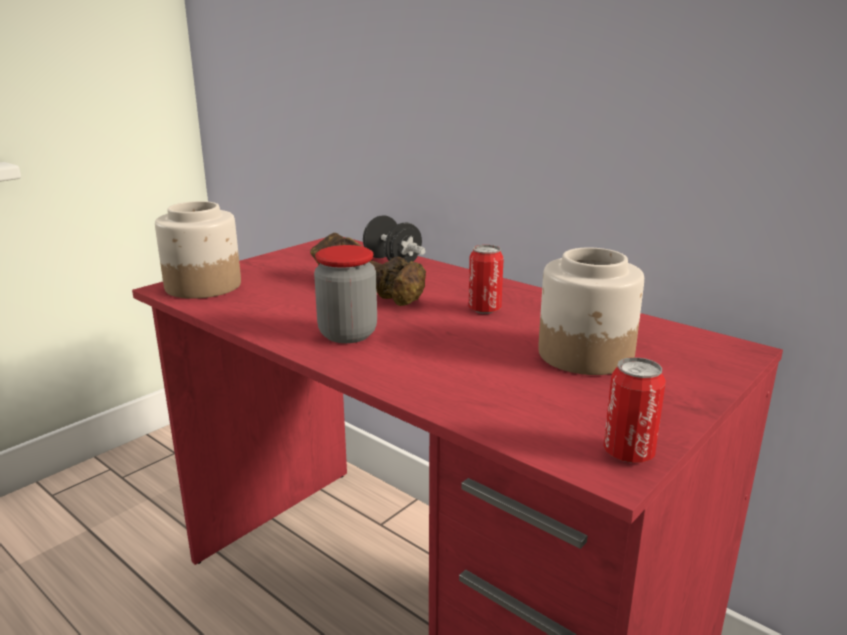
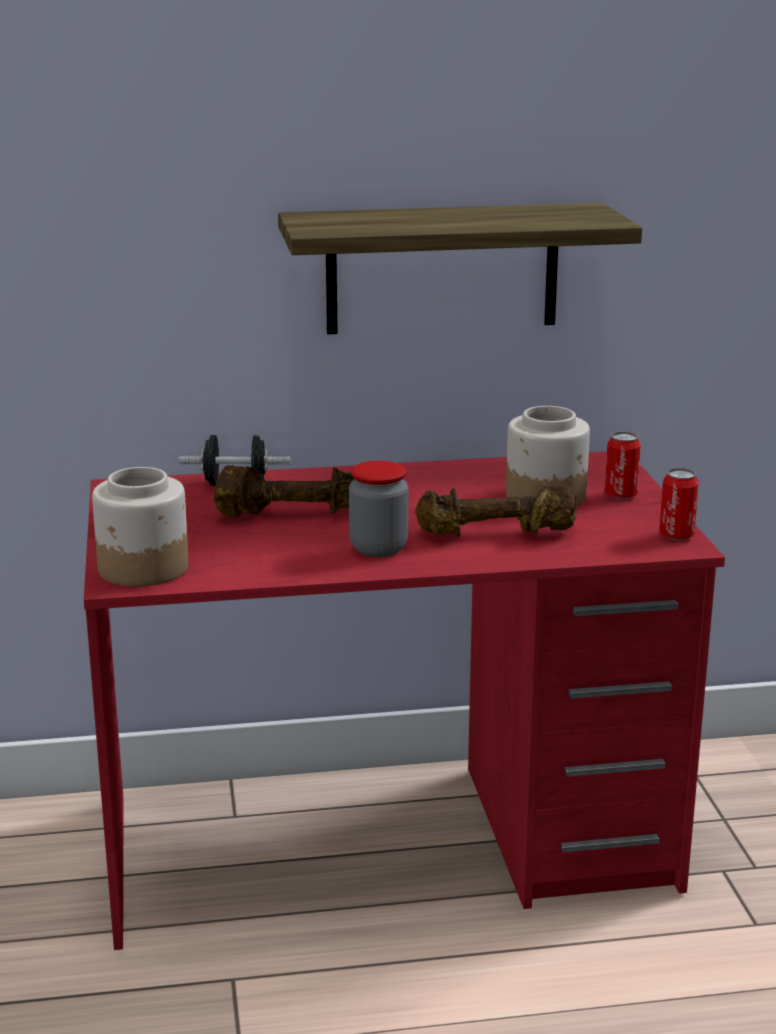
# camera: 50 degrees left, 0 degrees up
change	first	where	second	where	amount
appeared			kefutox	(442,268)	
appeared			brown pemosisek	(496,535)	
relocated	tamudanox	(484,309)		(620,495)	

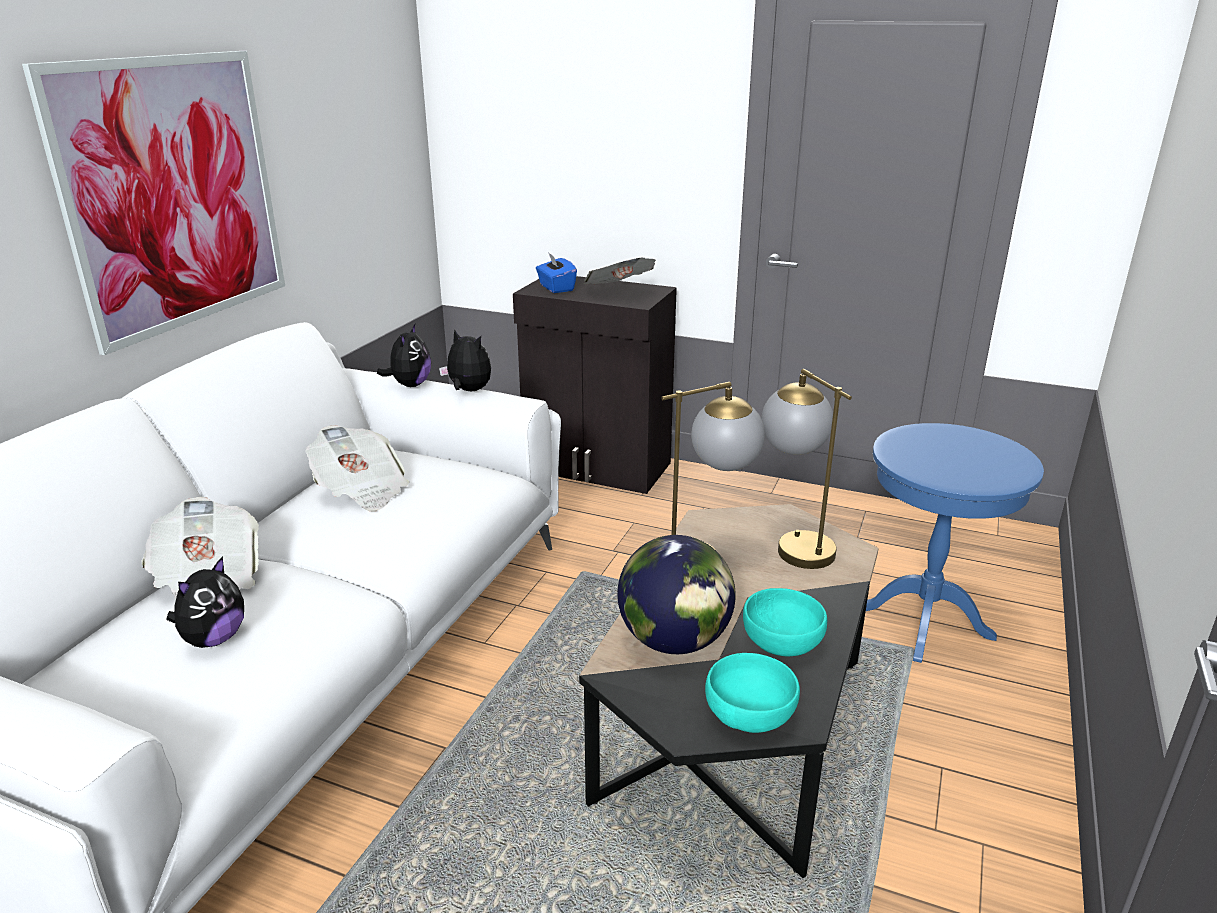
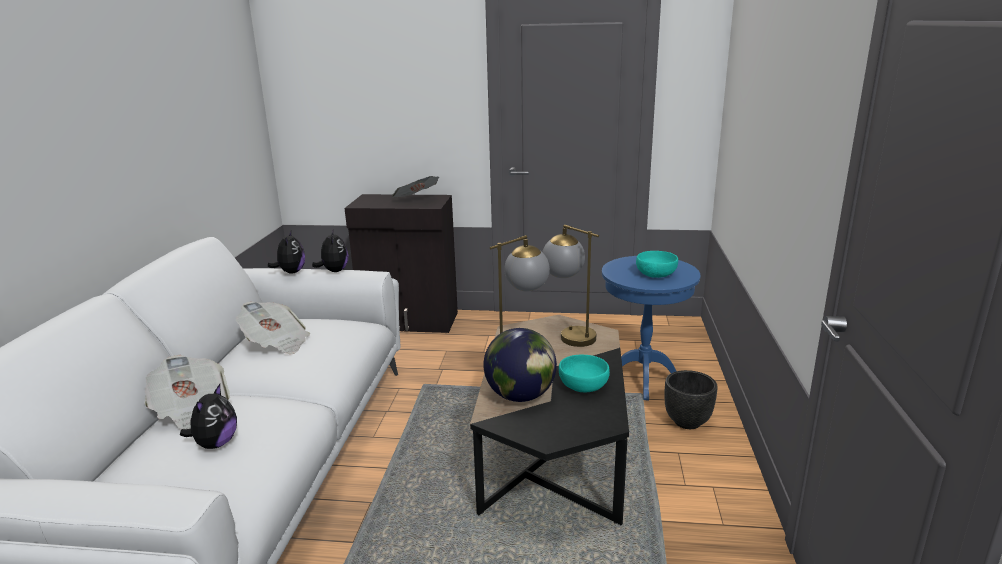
# camera: 15 degrees left, 5 degrees down
change	first	where	second	where	amount
missing	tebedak	(174,194)			
missing	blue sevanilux	(556,288)			
appeared			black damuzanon	(687,422)	
relocated	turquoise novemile	(751,714)		(656,274)	
spun	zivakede	(468,391)		(334,271)	60 degrees clockwise

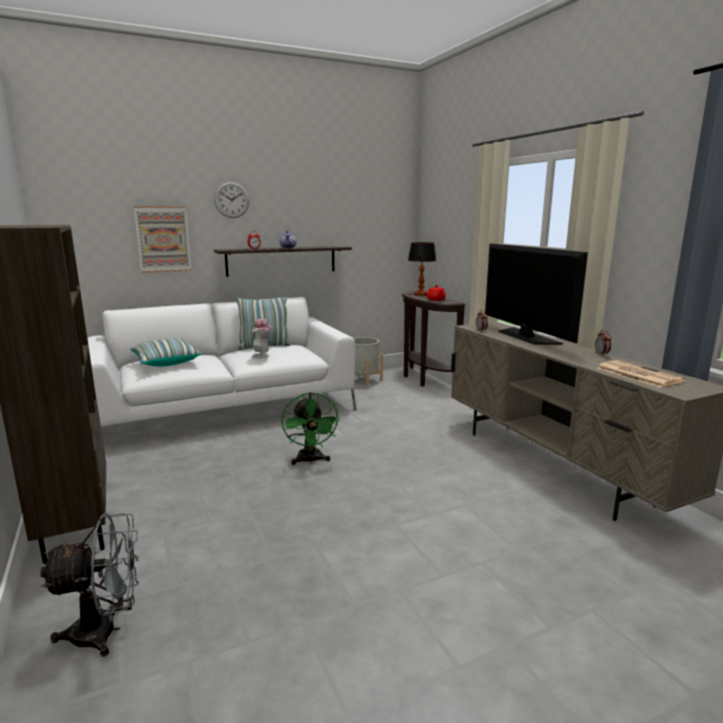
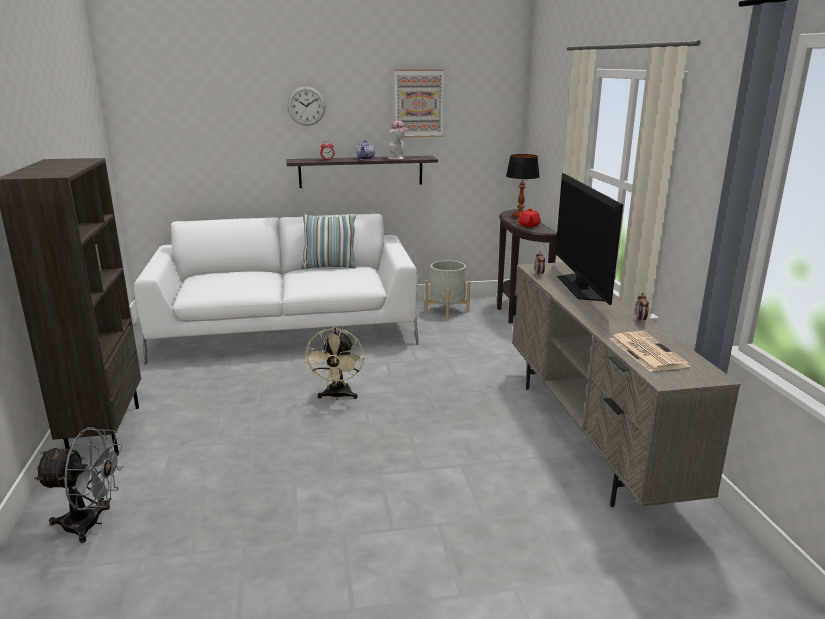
# camera: 15 degrees right, 5 degrees up
change	first	where	second	where	amount
missing	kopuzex	(166,362)			
relocated	tebedak	(163,239)		(418,103)	
relocated	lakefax	(263,356)		(398,158)	
colour	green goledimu	(310,461)	beige goledimu	(337,396)	

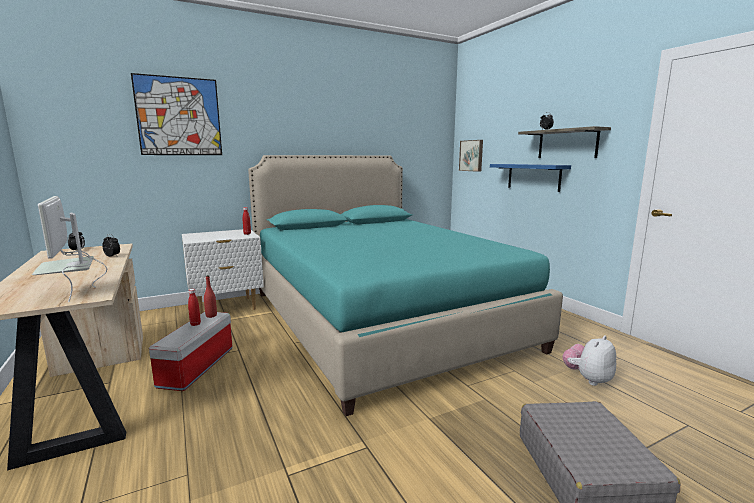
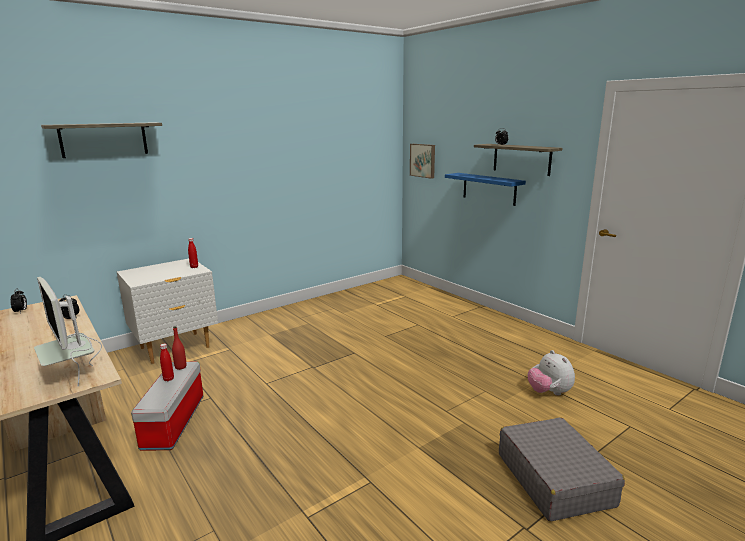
# camera: 10 degrees left, 5 degrees up
change	first	where	second	where	amount
missing	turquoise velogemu	(380,319)			
exchanged	tebedak	(179,116)	kefutox	(104,139)	
spun	zivakede	(588,379)		(549,392)	60 degrees counterclockwise

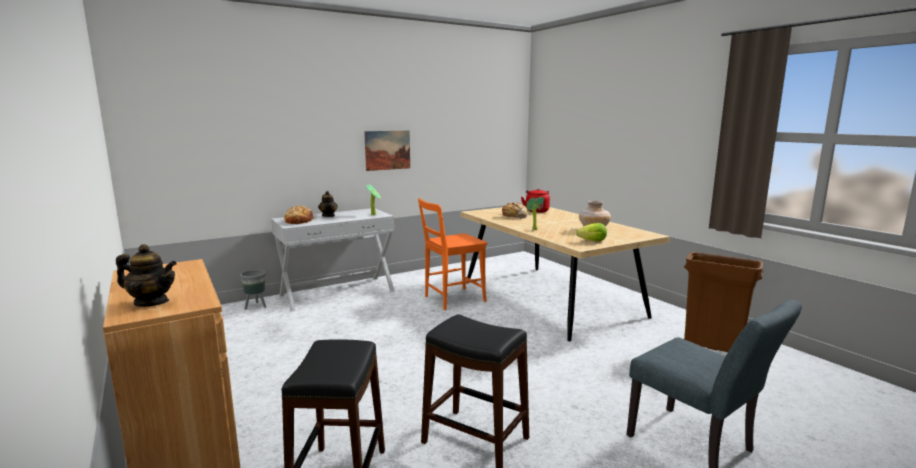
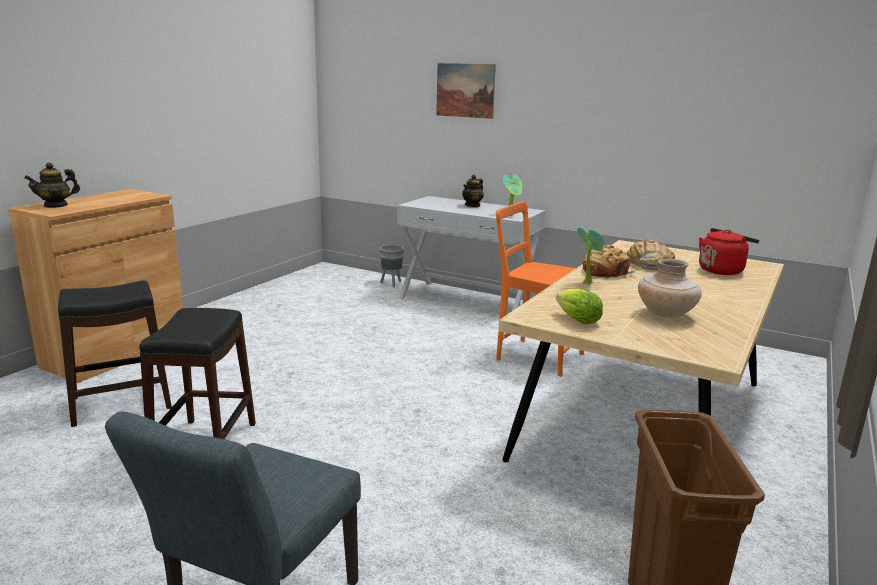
# camera: 60 degrees right, 5 degrees up
change	first	where	second	where	amount
relocated	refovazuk	(299,221)		(605,272)	
relocated	tebedak	(387,150)		(465,90)	
spun	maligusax	(151,302)		(56,205)	75 degrees clockwise

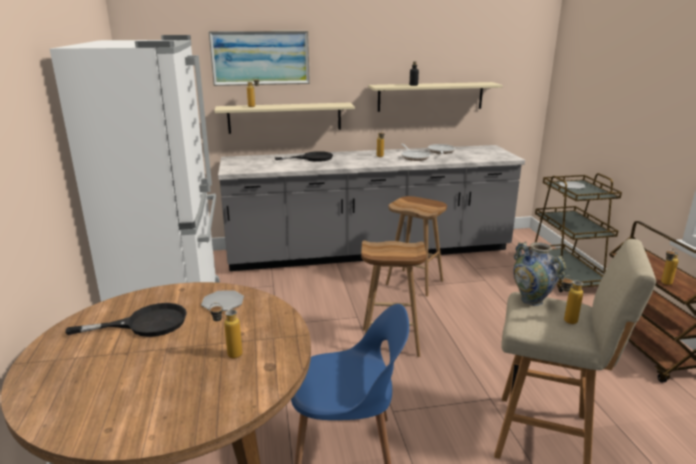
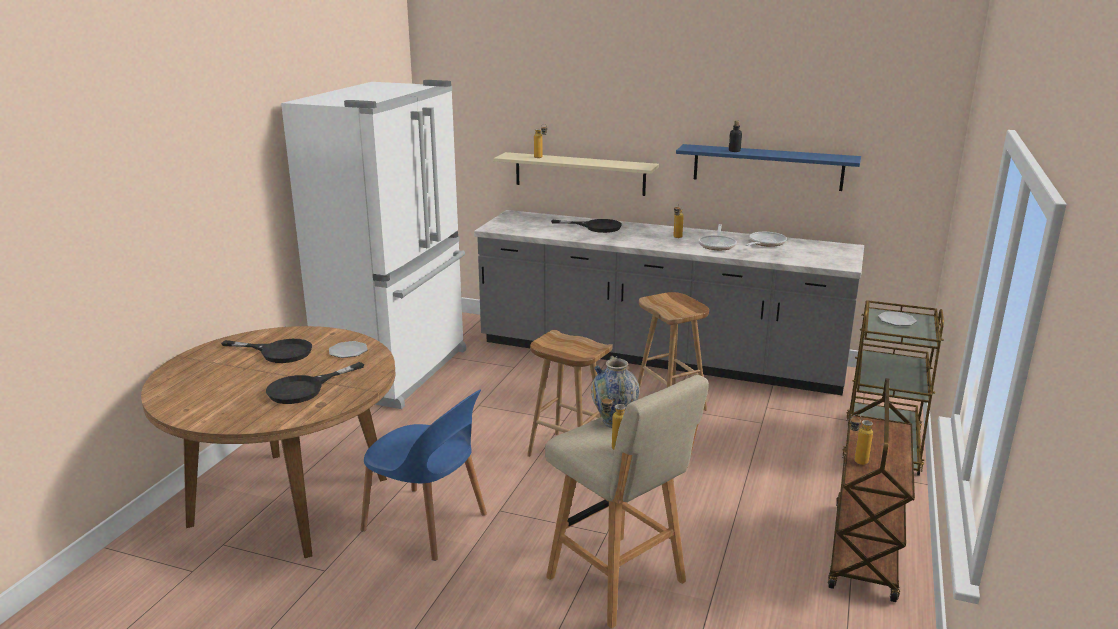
# camera: 30 degrees right, 0 degrees up
change	first	where	second	where	amount
missing	tebedak	(260,58)			
exchanged	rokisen	(228,355)	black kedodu	(304,388)	
colour	beige kefutox	(430,96)	blue kefutox	(767,167)	

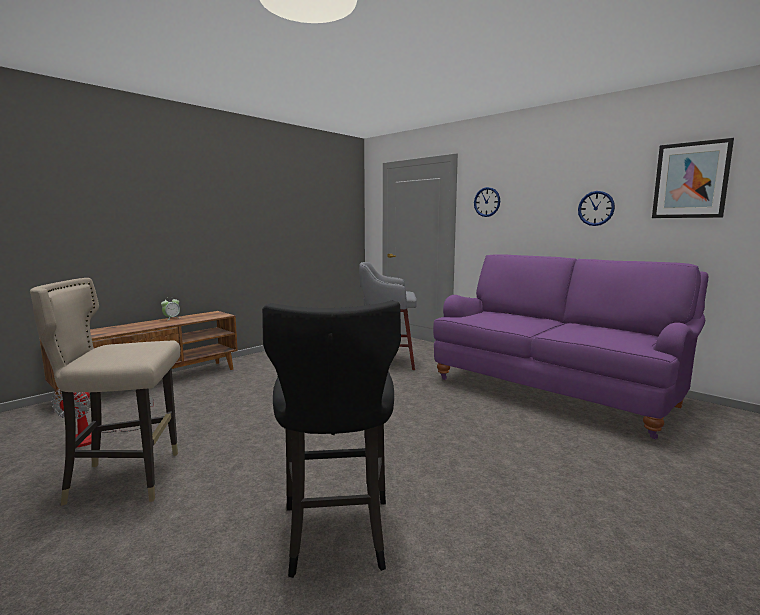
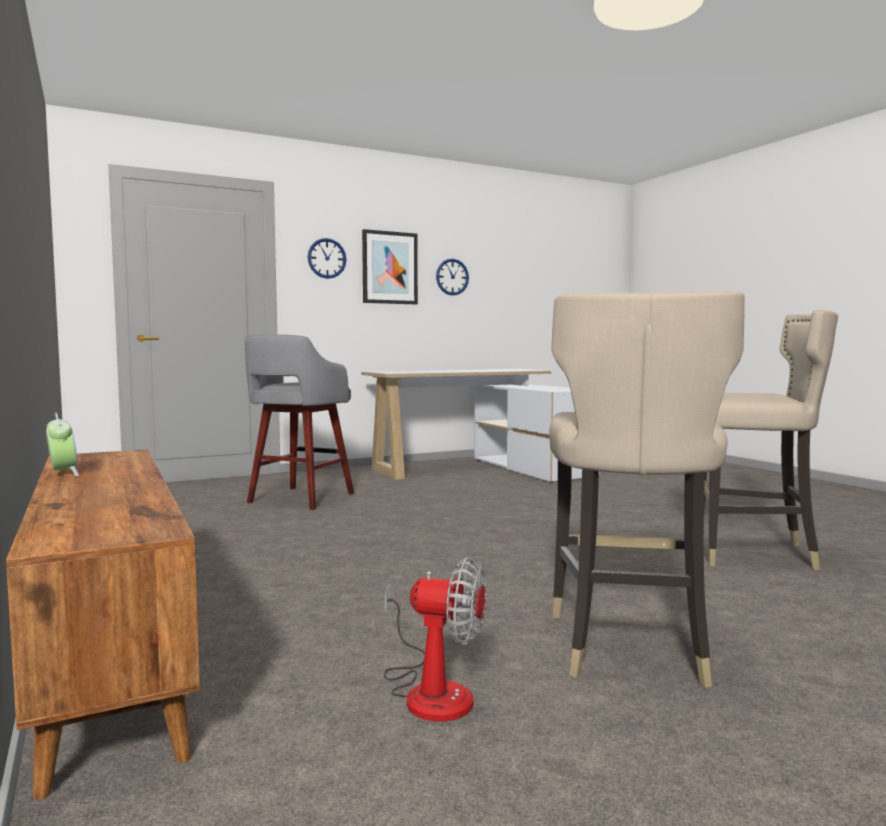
# camera: 70 degrees left, 5 degrees down
change	first	where	second	where	amount
relocated	tebedak	(690,180)		(389,268)	
exchanged	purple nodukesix	(554,390)	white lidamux	(483,469)	
colour	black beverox	(336,533)	beige beverox	(750,554)	

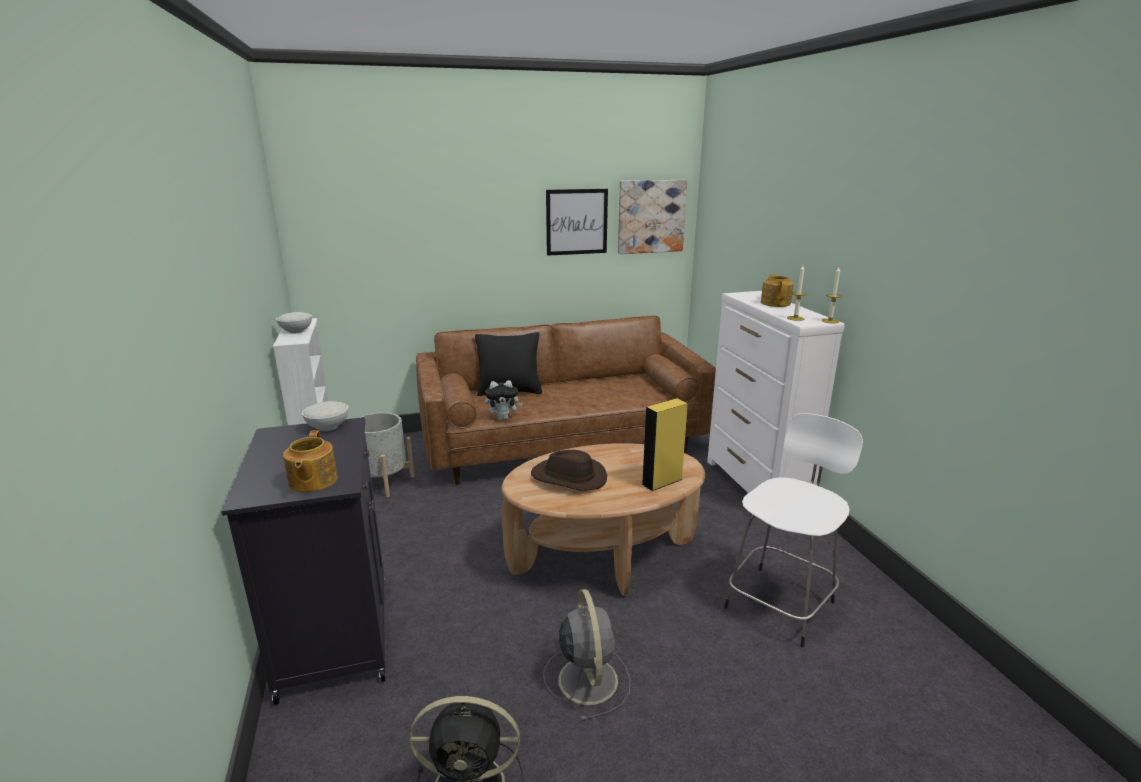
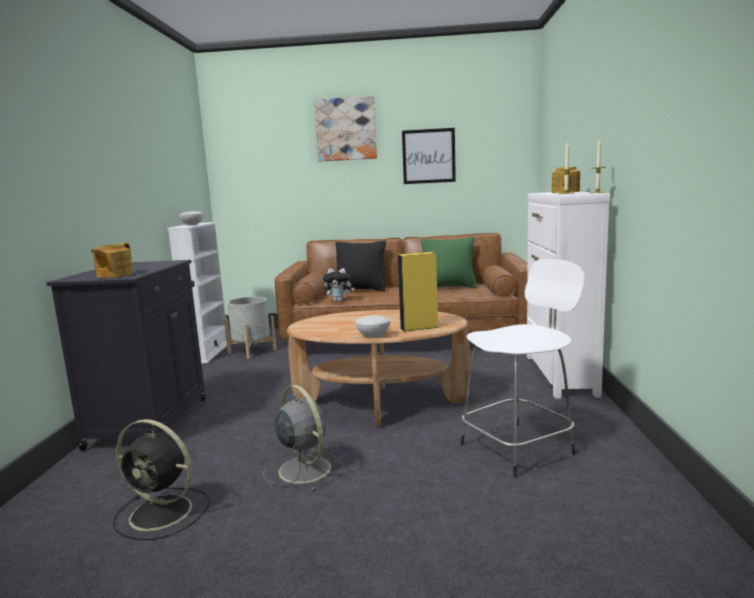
# camera: 20 degrees right, 10 degrees down
change	first	where	second	where	amount
missing	brown lakefax	(569,478)			
appeared			green kopuzex	(449,287)	
relocated	white novemile	(328,426)		(373,335)	
relocated	tebedak	(651,216)		(346,129)	
spun	grey goledimu	(587,678)		(303,469)	45 degrees counterclockwise

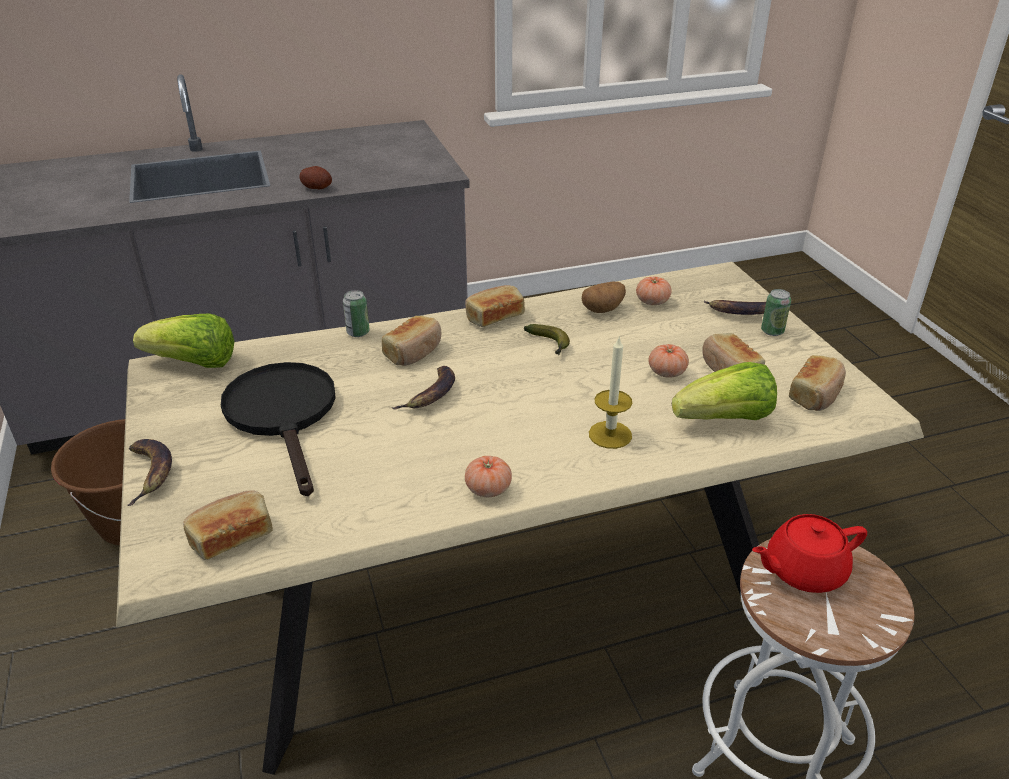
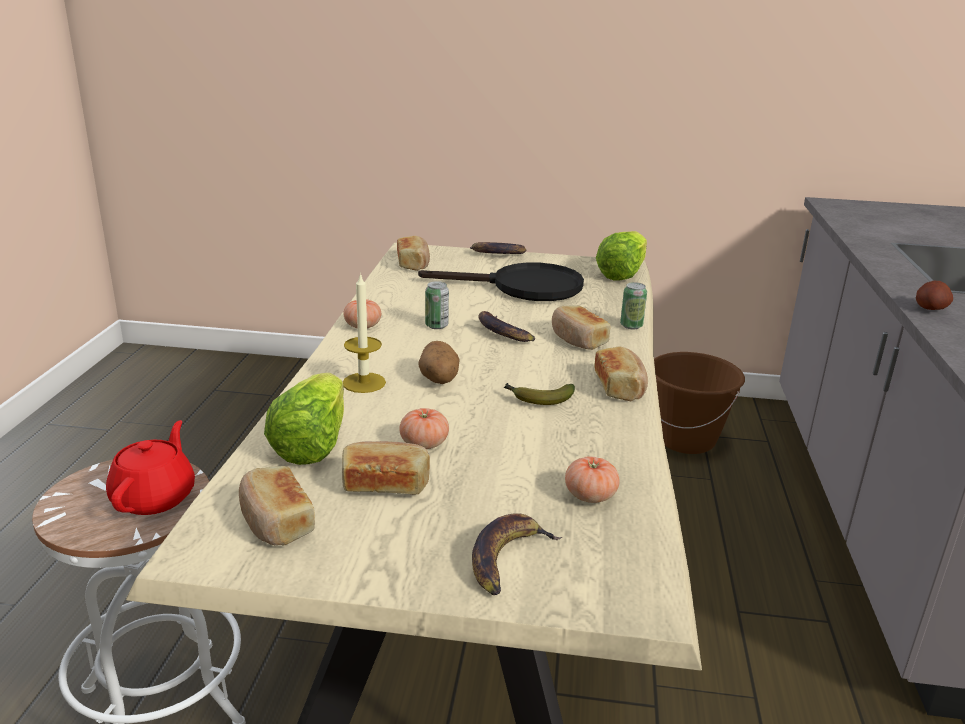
# camera: 115 degrees right, 10 degrees down
change	first	where	second	where	amount
relocated	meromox	(603,309)		(439,379)	
relocated	tamudanox	(772,331)		(436,325)	

